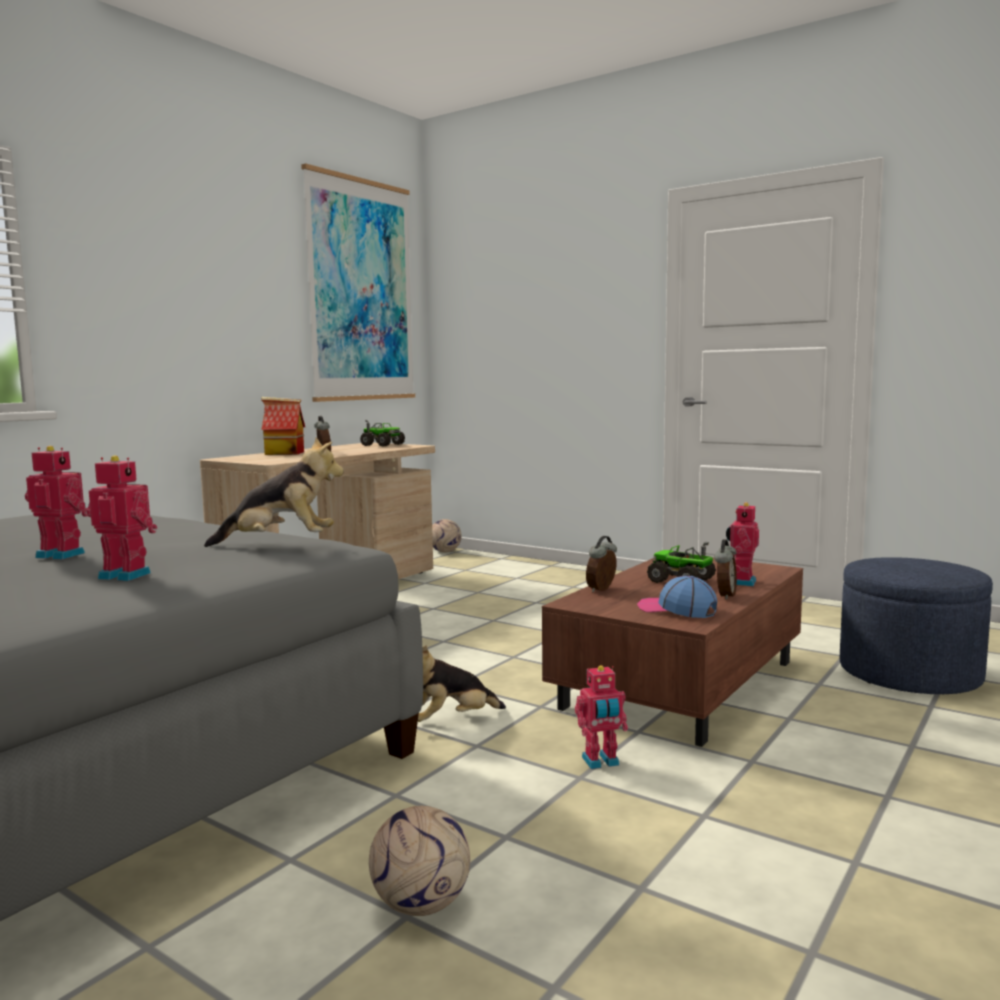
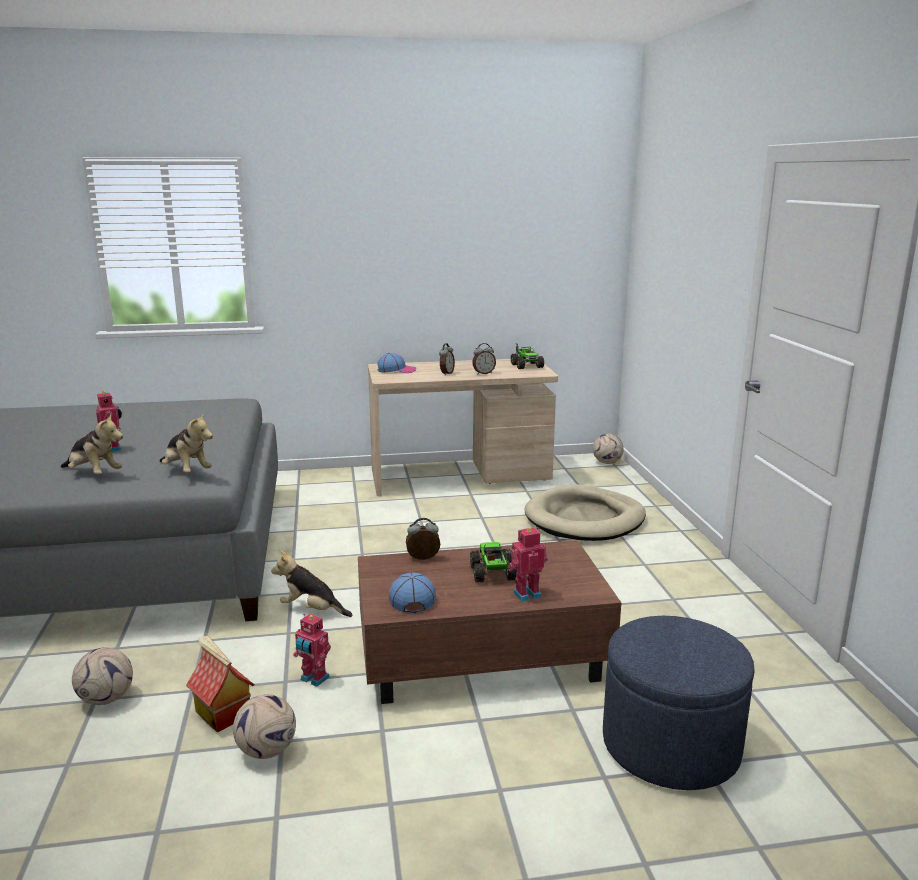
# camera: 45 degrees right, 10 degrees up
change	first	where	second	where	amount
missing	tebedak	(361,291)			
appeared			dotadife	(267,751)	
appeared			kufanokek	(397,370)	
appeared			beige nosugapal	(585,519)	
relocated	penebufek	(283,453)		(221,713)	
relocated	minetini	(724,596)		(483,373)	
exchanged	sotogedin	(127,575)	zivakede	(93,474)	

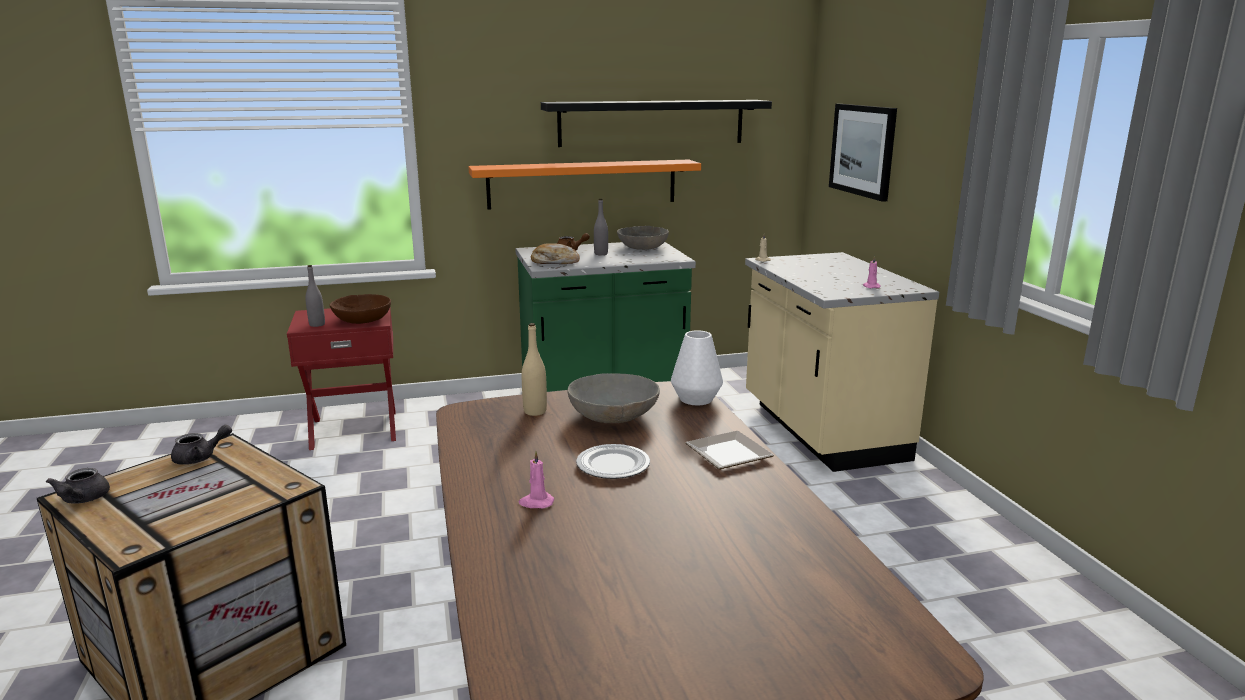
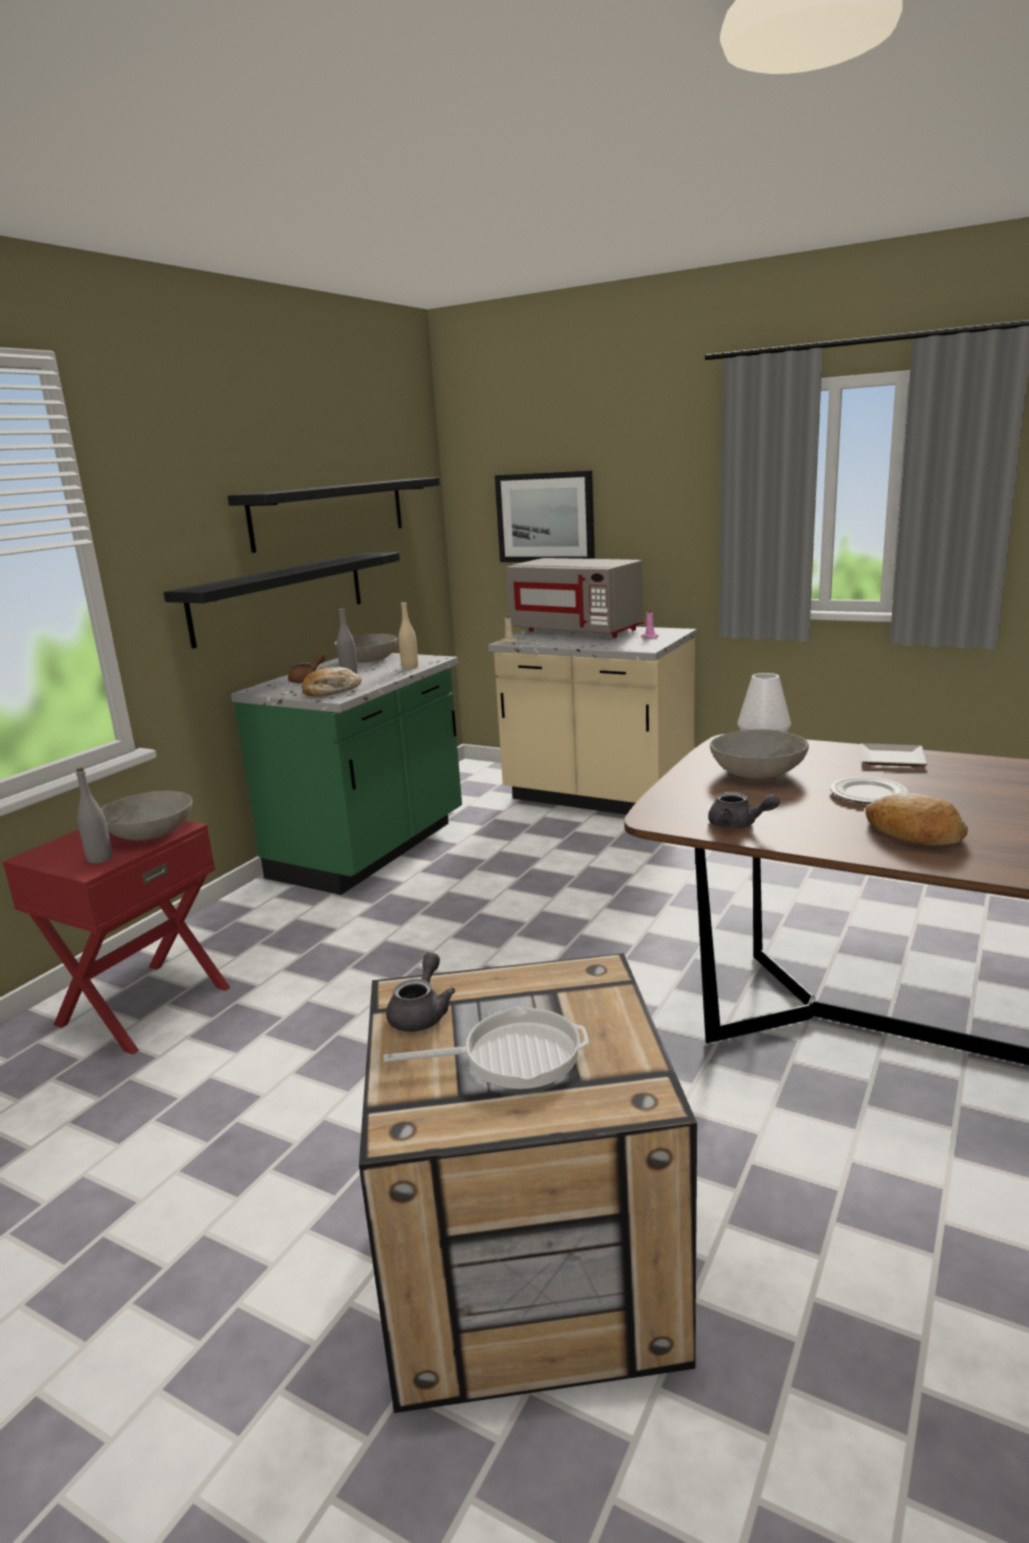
# camera: 45 degrees left, 0 degrees up
change	first	where	second	where	amount
appeared			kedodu	(513,1055)	
appeared			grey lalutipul	(577,631)	
relocated	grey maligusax	(82,500)		(738,825)	
relocated	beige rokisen	(535,411)		(410,667)	
exchanged	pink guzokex	(536,502)	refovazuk	(913,833)	
colour	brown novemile	(362,320)	grey novemile	(149,833)	
colour	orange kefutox	(582,184)	black kefutox	(280,596)	

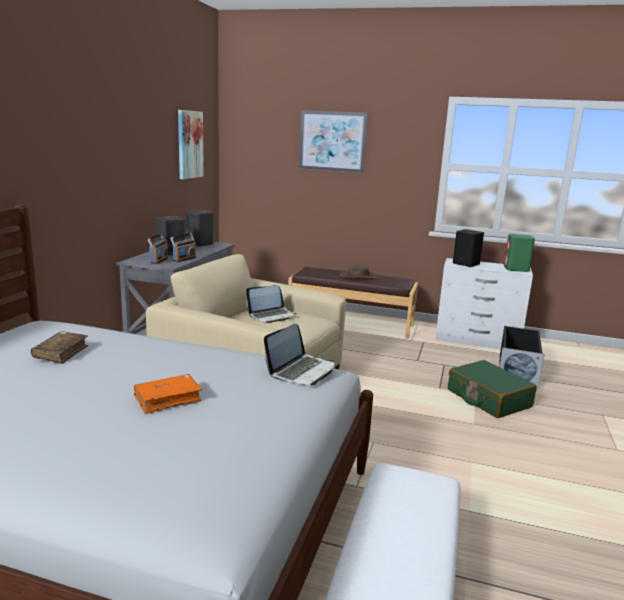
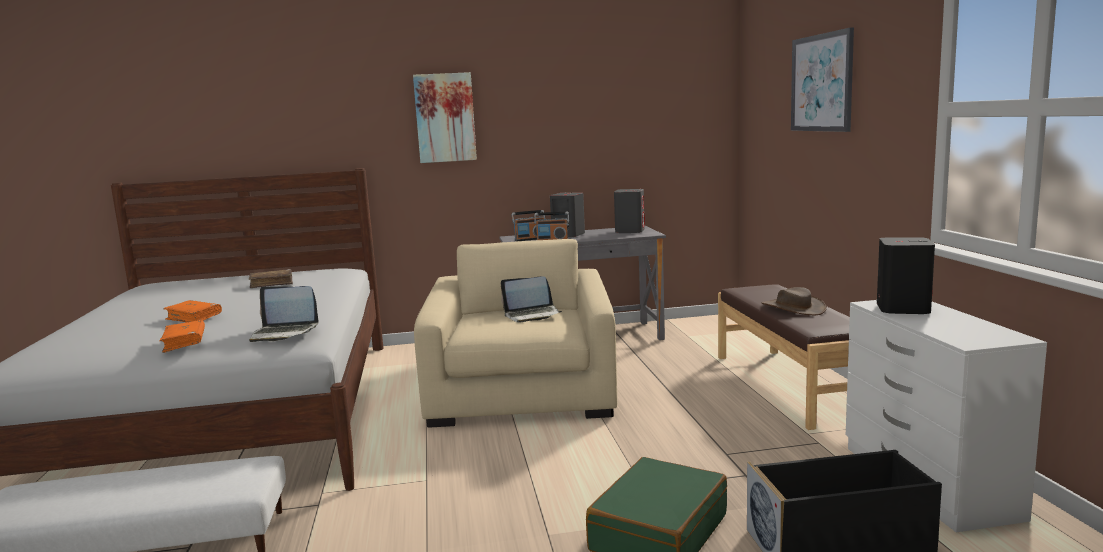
# camera: 65 degrees right, 5 degrees down
change	first	where	second	where	amount
missing	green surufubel	(516,269)			
appeared			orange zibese	(184,343)	
relocated	tebedak	(189,144)		(445,118)	
spun	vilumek	(271,316)		(532,315)	45 degrees counterclockwise

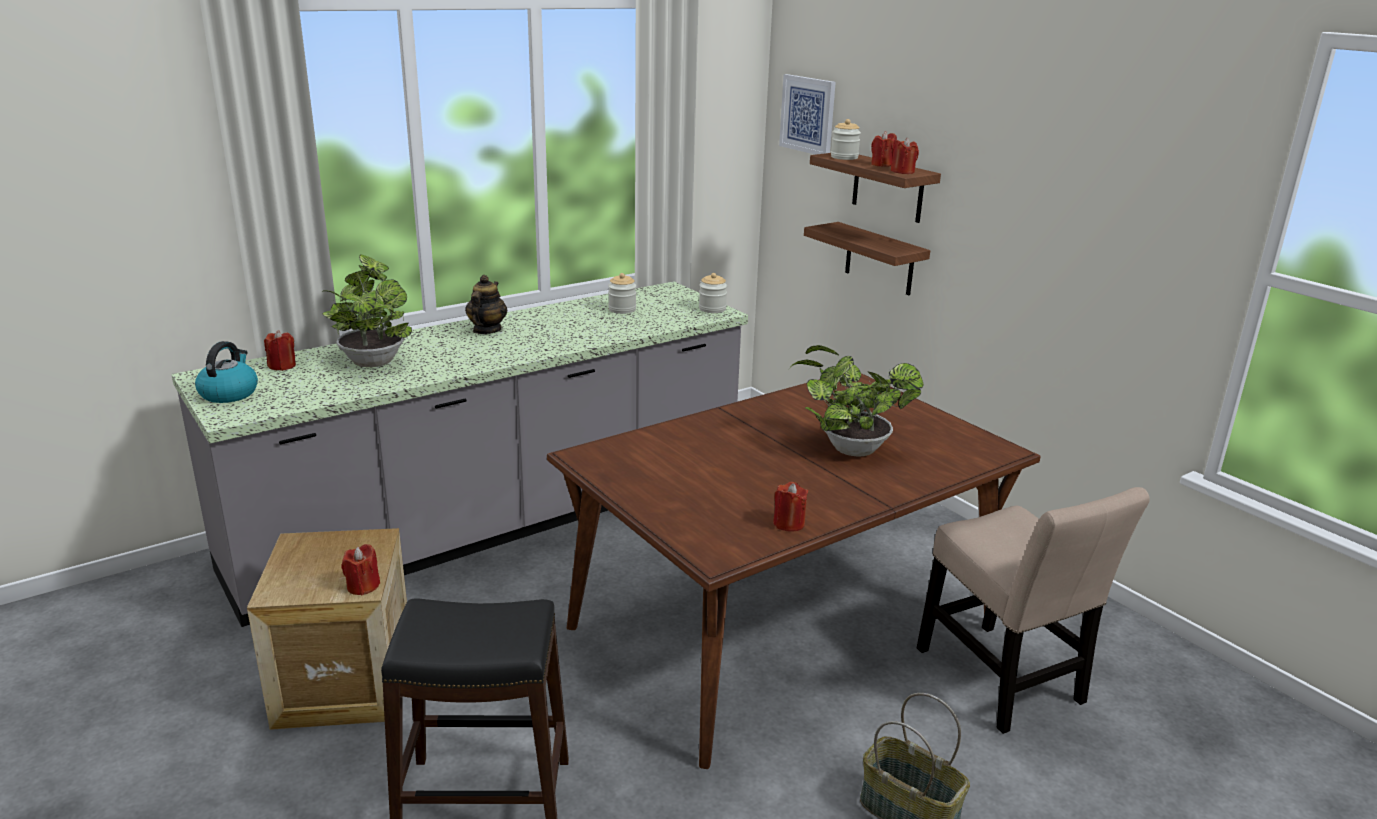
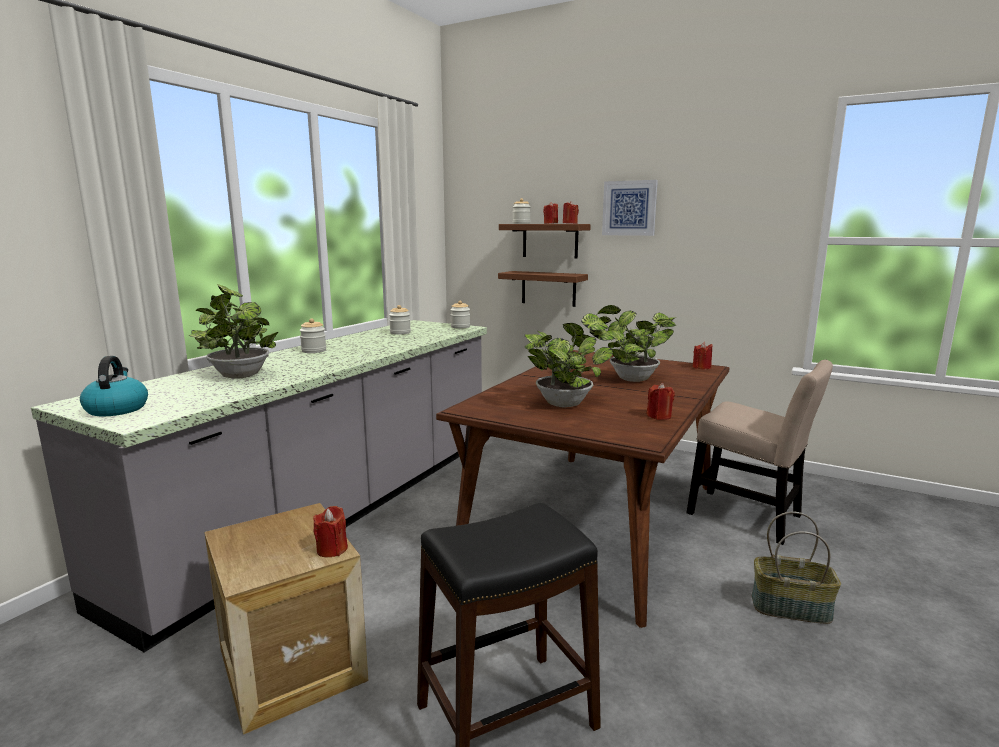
# camera: 25 degrees left, 10 degrees down
change	first	where	second	where	amount
appeared			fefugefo	(567,403)	
relocated	red guzokex	(282,366)		(701,367)	
relocated	tebedak	(808,114)		(629,208)	
exchanged	maligusax	(486,330)	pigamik	(314,351)	

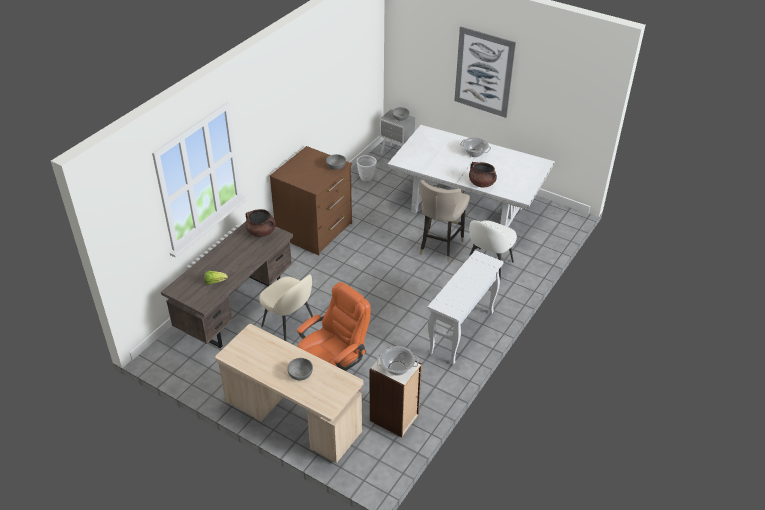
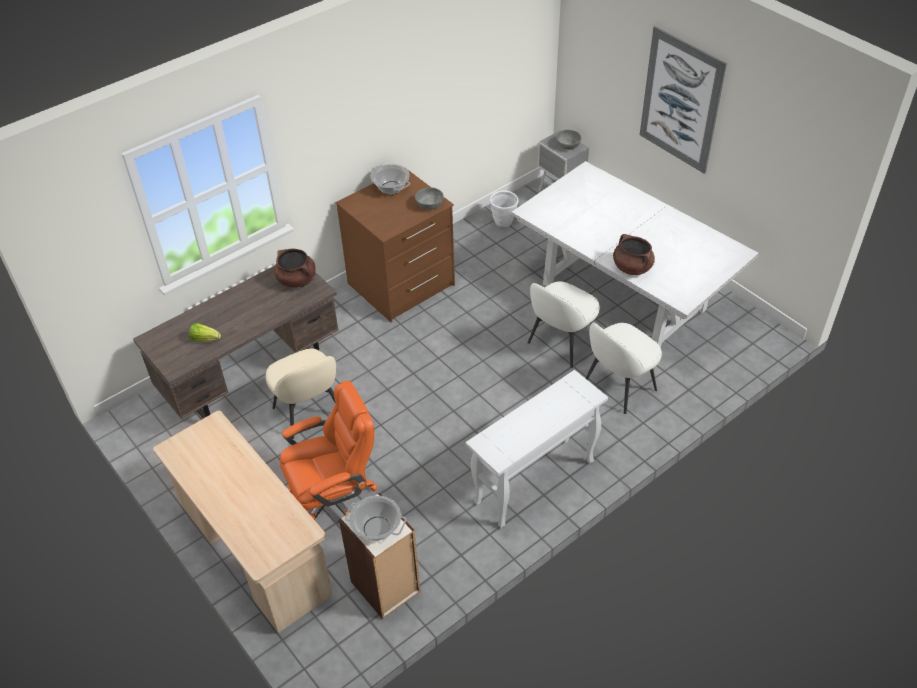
# camera: 20 degrees right, 5 degrees up
change	first	where	second	where	amount
missing	grey novemile	(300,374)			
relocated	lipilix	(474,153)		(391,188)	
exchanged	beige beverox	(440,246)	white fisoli	(561,343)	

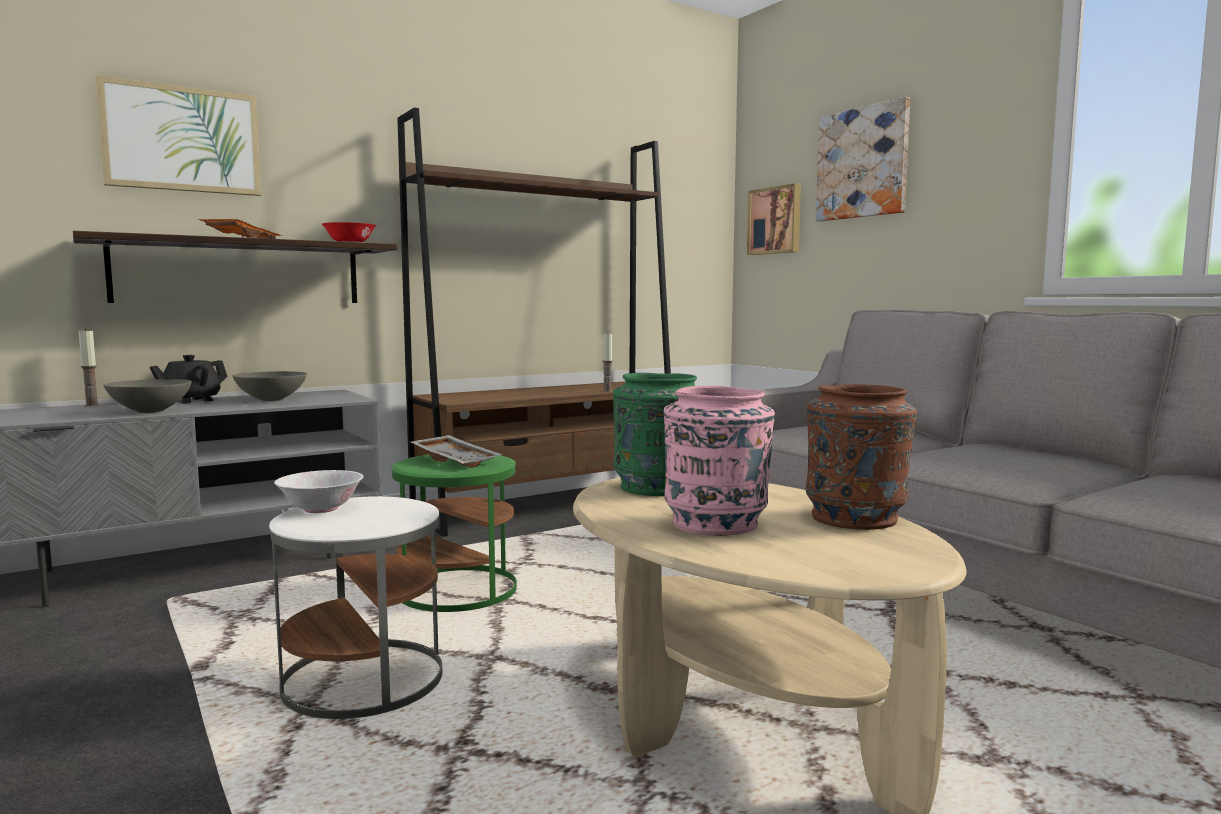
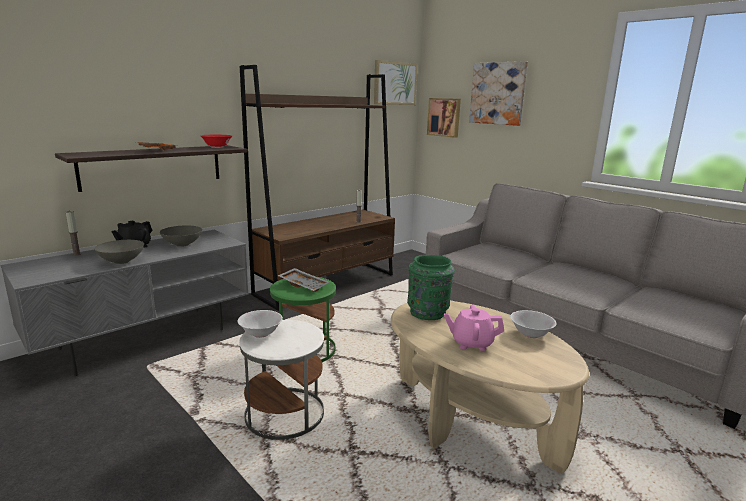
# camera: 10 degrees left, 10 degrees up
change	first	where	second	where	amount
relocated	tebedak	(182,139)		(395,83)	
exchanged	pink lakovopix	(716,524)	pink maligusax	(471,343)	
exchanged	brown lakovopix	(856,518)	white novemile	(530,334)	

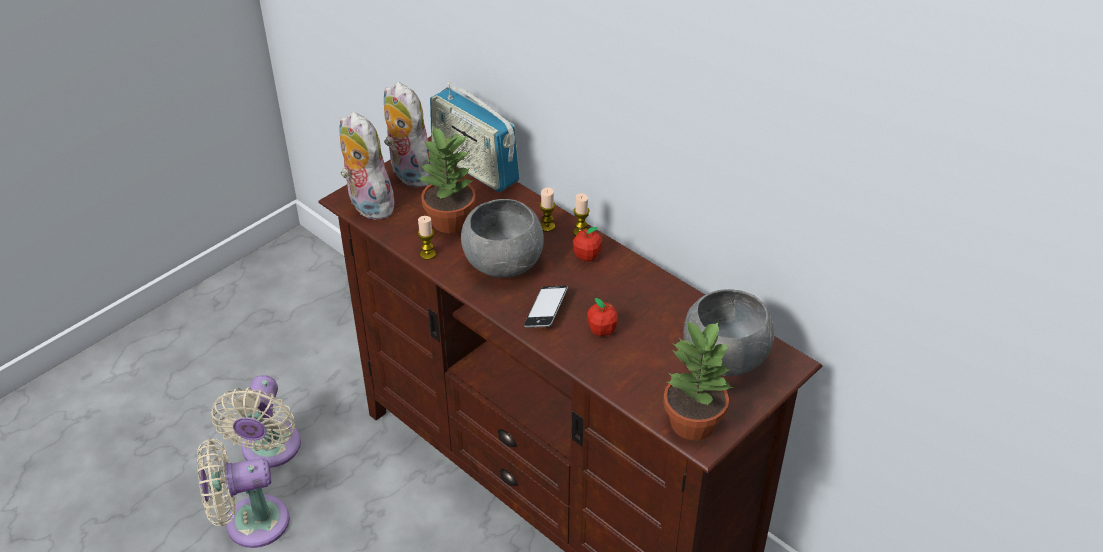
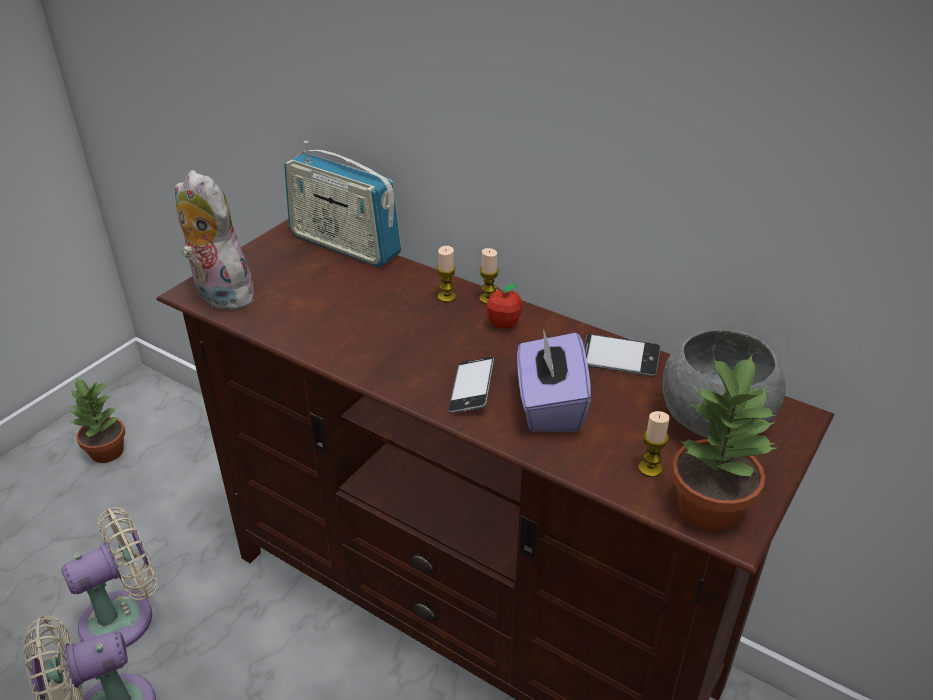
# camera: 10 degrees left, 5 degrees down
change	first	where	second	where	amount
missing	zivakede	(408,173)			
missing	grey novemile	(504,262)			
appeared			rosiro	(619,360)	
relocated	fefugefo	(450,221)		(107,452)	
relocated	guzokex	(427,254)		(650,468)	
exchanged	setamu	(602,330)	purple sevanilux	(549,405)	
spun	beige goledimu	(269,450)		(124,617)	120 degrees counterclockwise

